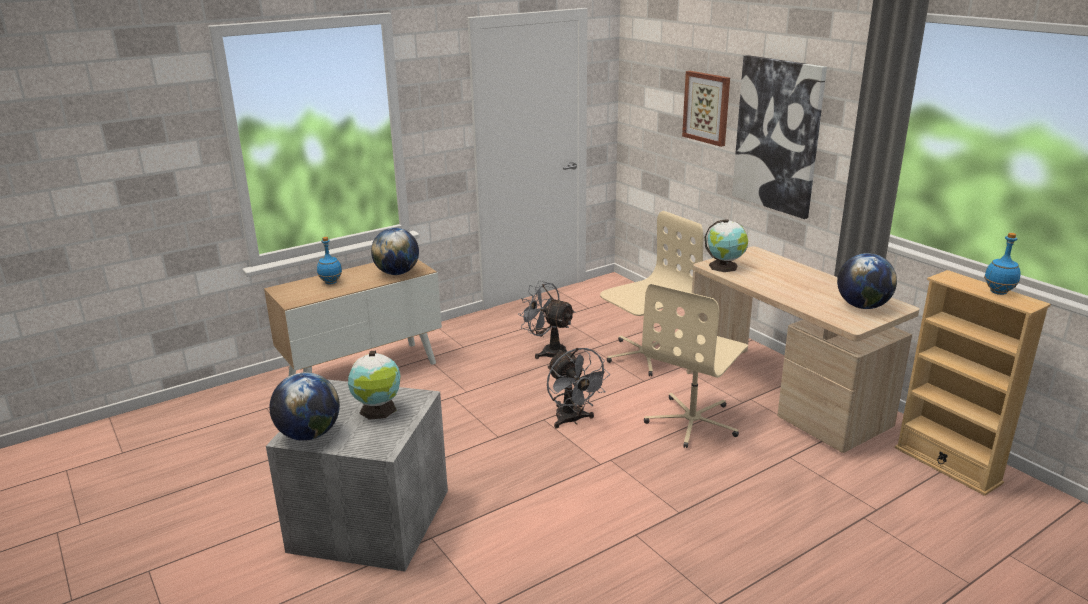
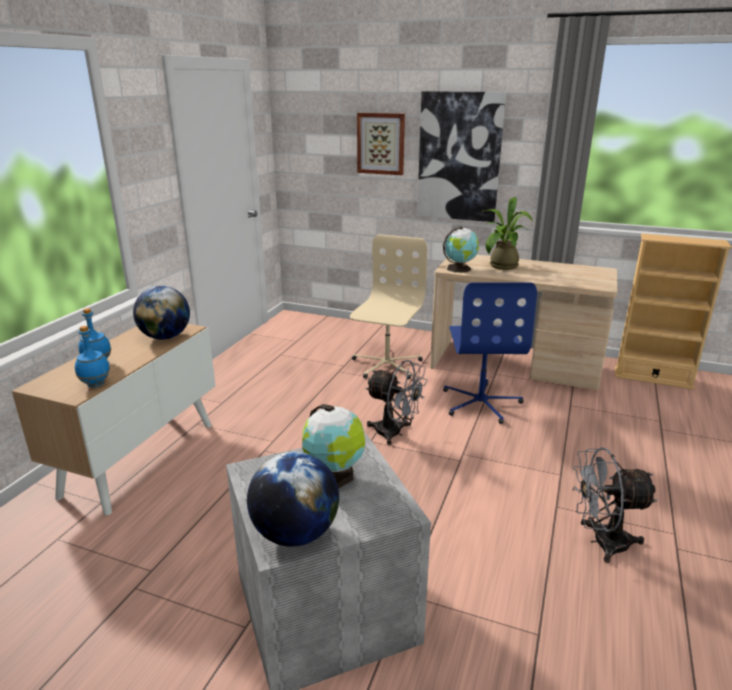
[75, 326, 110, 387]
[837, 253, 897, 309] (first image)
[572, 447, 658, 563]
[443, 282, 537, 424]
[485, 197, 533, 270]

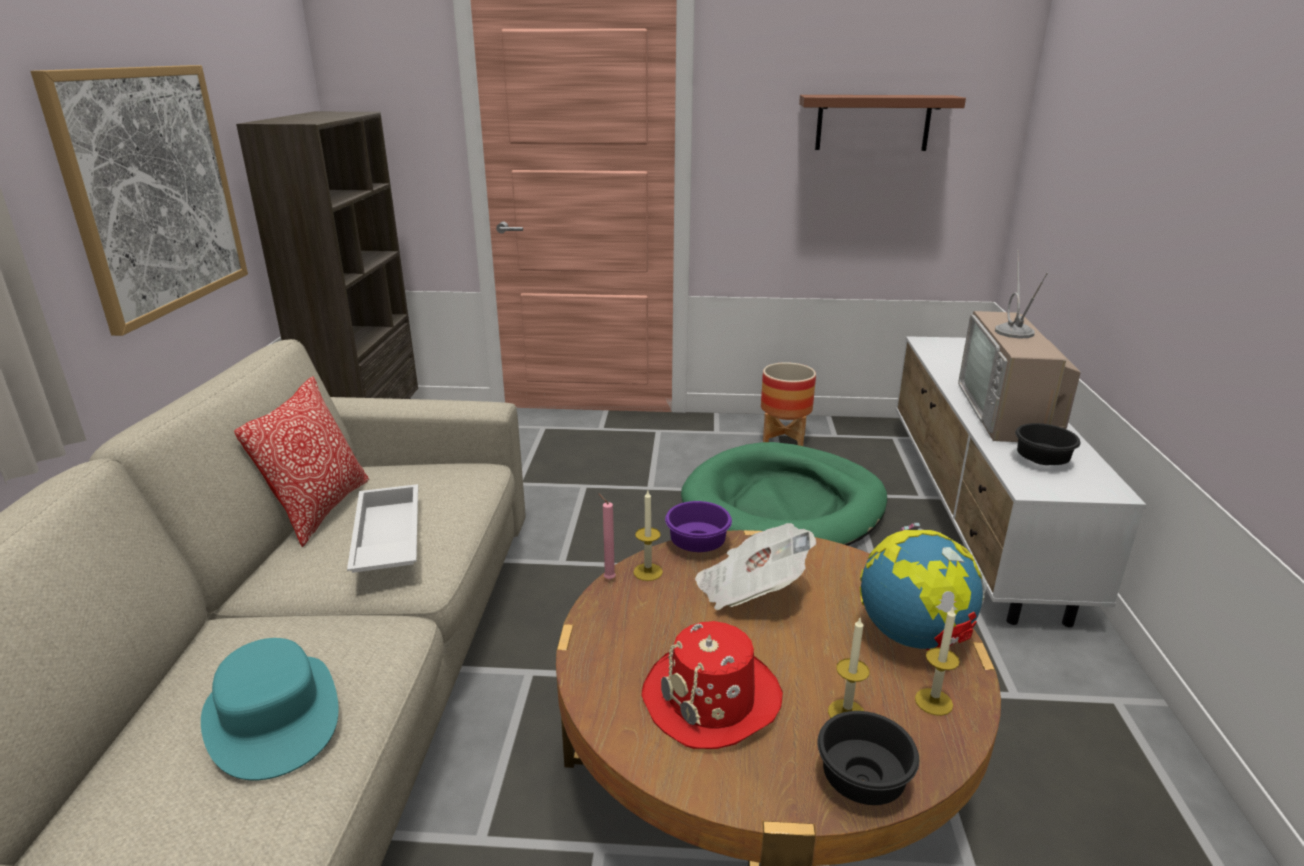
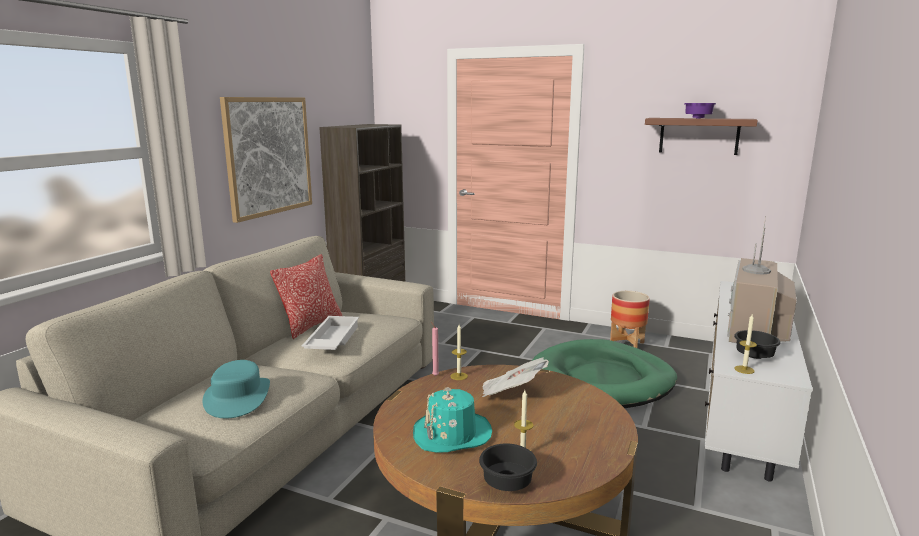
[684, 103, 716, 118]
[860, 523, 987, 650] (first image)
[734, 313, 757, 374]
[413, 387, 492, 453]

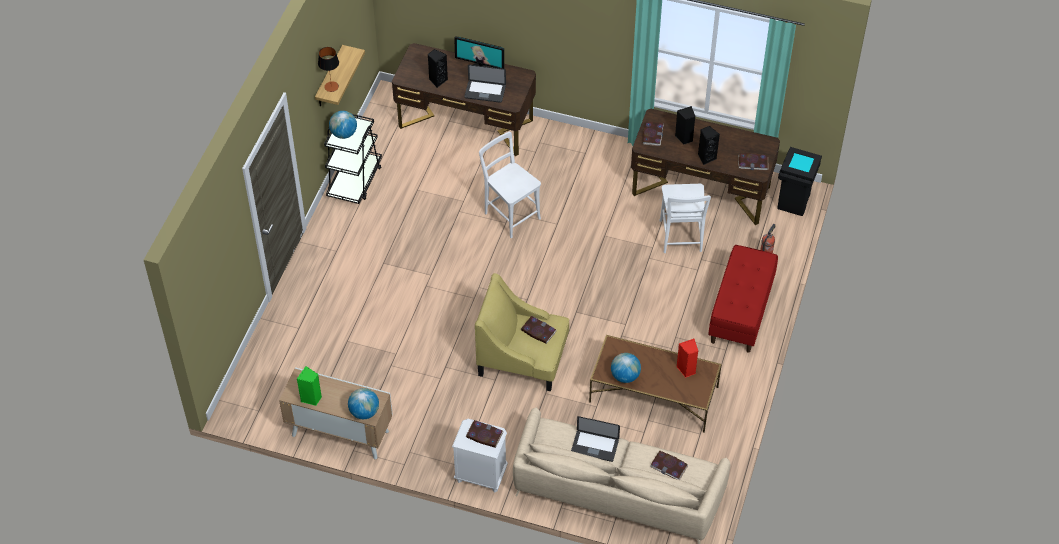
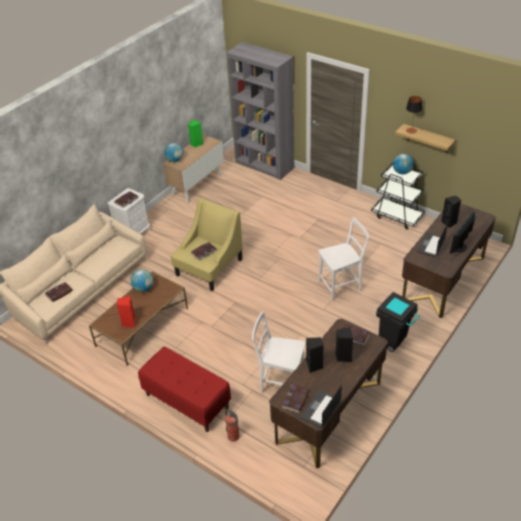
[376, 292, 419, 352]
[301, 384, 342, 428]
[226, 42, 294, 180]

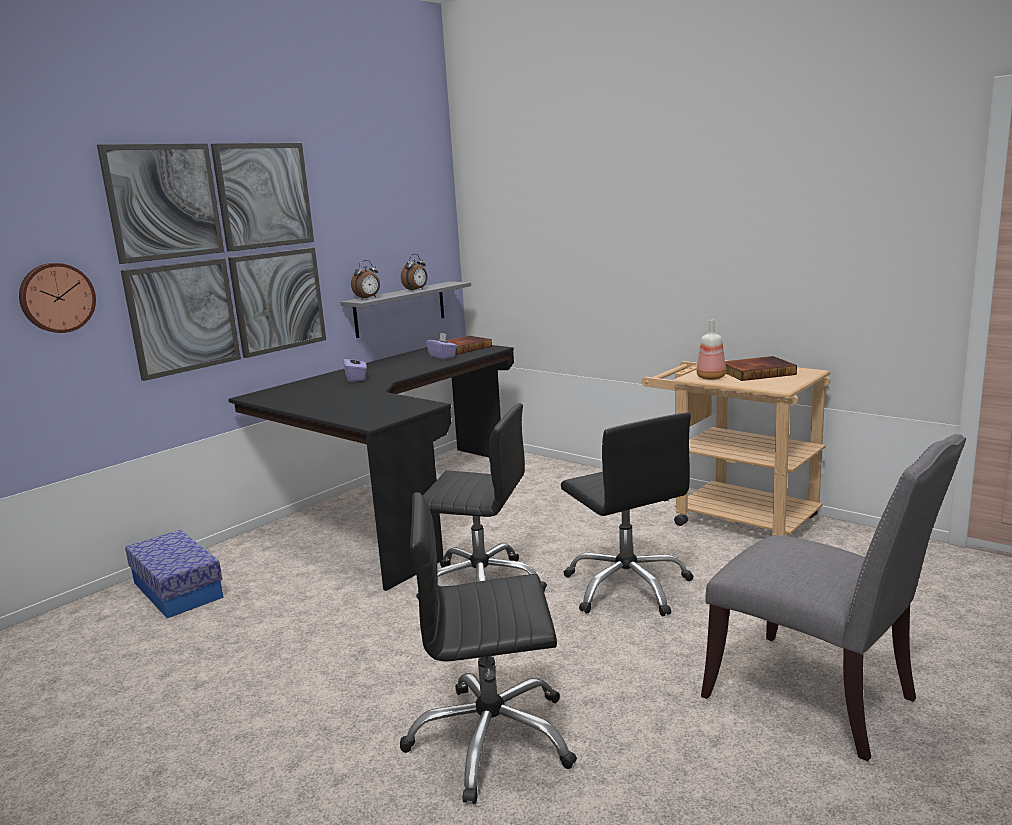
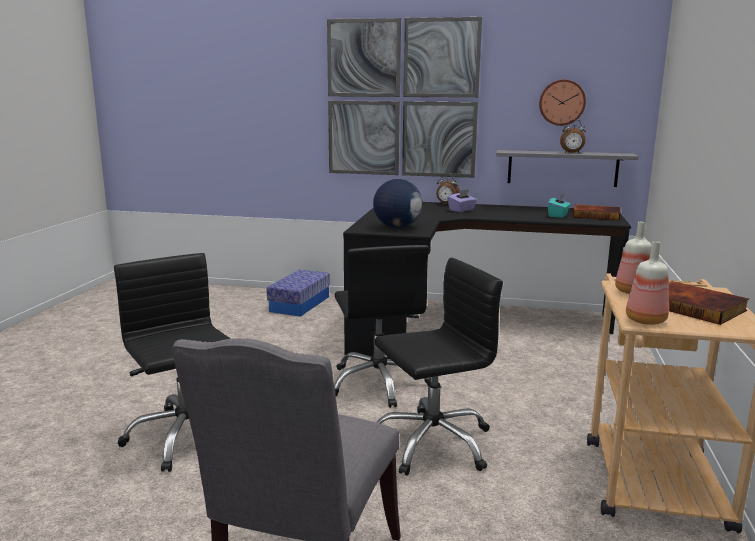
[436, 173, 460, 204]
[539, 79, 586, 126]
[548, 194, 570, 218]
[375, 258, 503, 476]
[373, 179, 422, 228]
[626, 241, 669, 325]

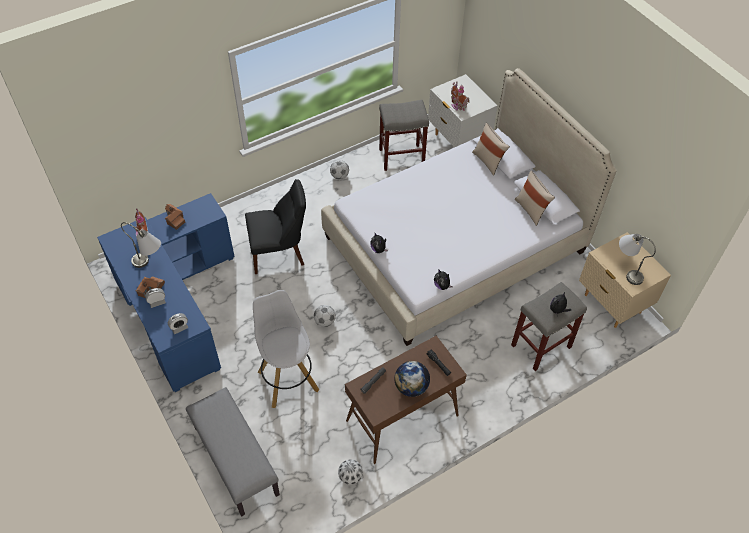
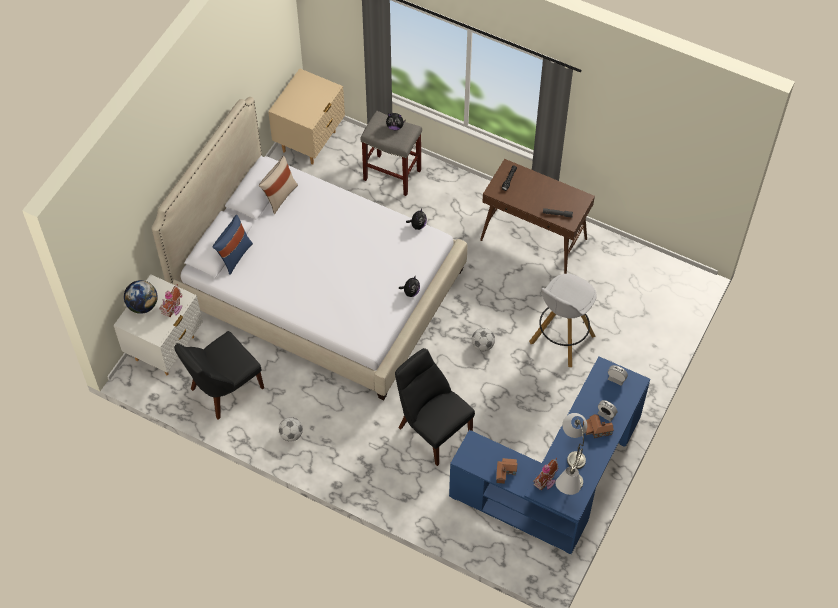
[174, 331, 264, 419]
[213, 215, 253, 275]
[555, 448, 583, 495]
[124, 280, 158, 314]
[186, 387, 280, 517] (first image)
[338, 459, 363, 485] (first image)

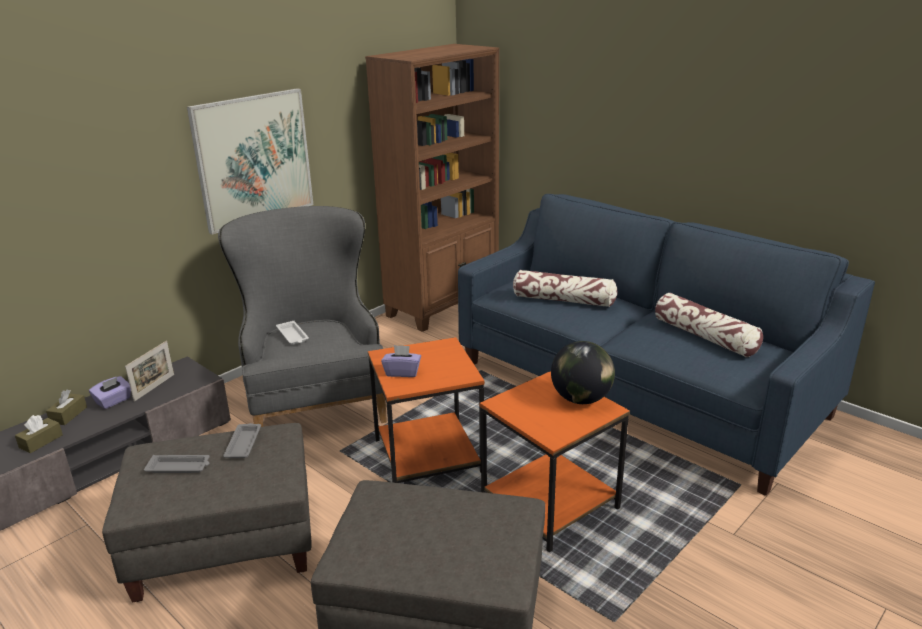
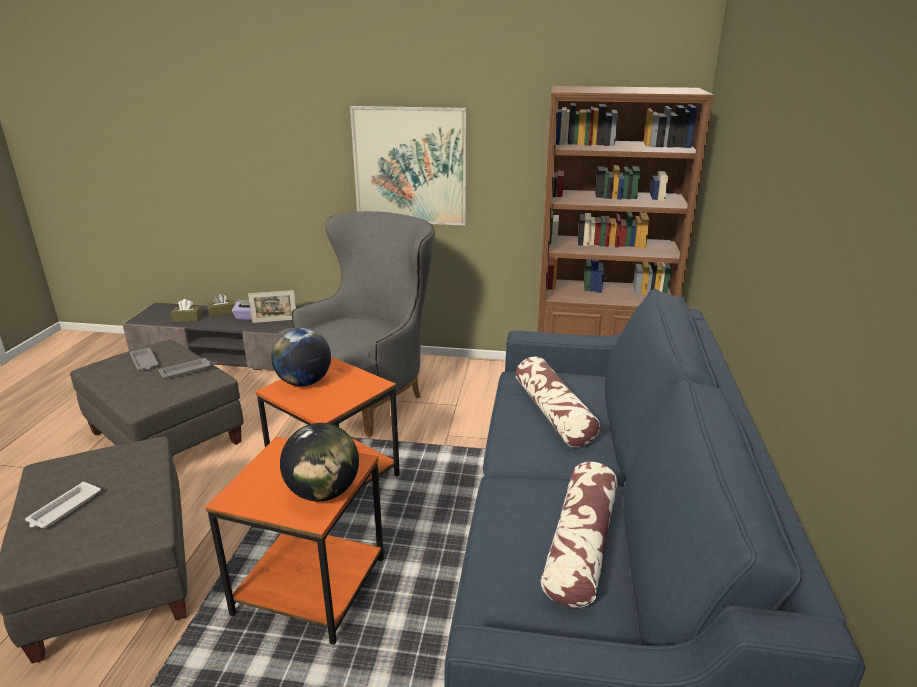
[25, 481, 101, 528]
[271, 328, 331, 386]

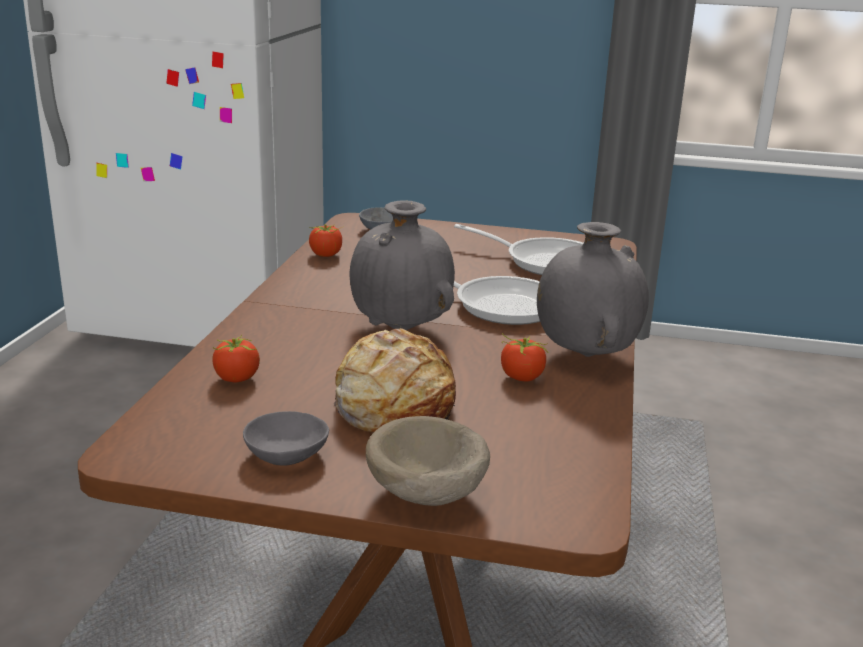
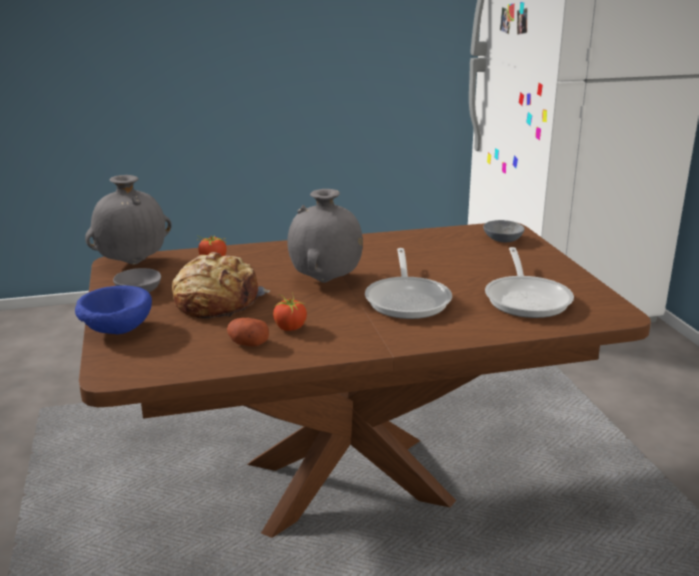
[85, 175, 172, 265]
[309, 224, 344, 257] (first image)
[75, 286, 152, 334]
[227, 318, 269, 346]

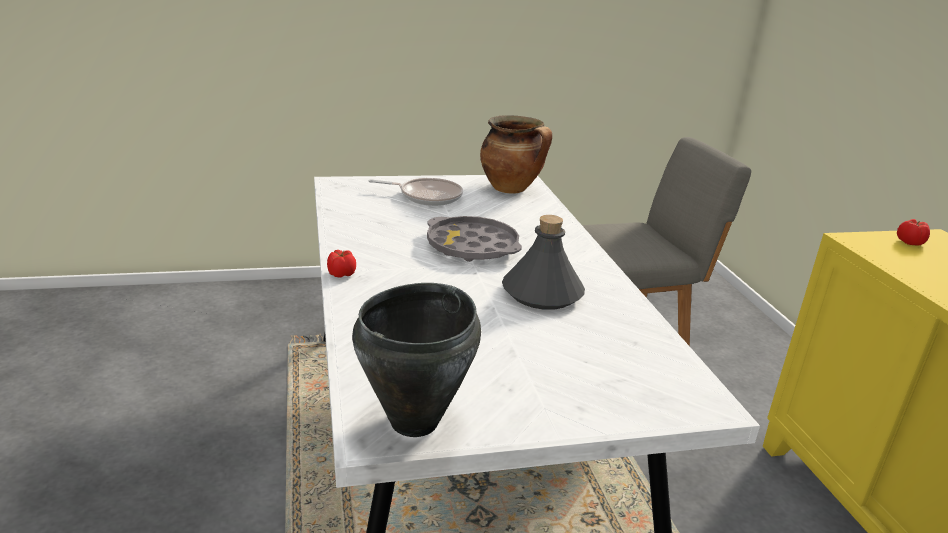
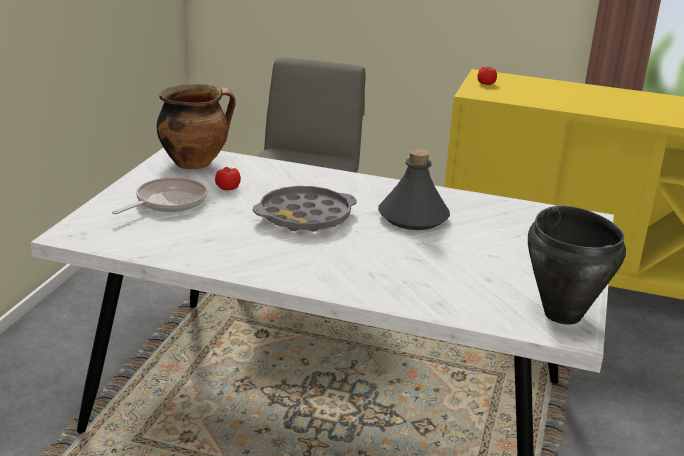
[215, 167, 241, 191]

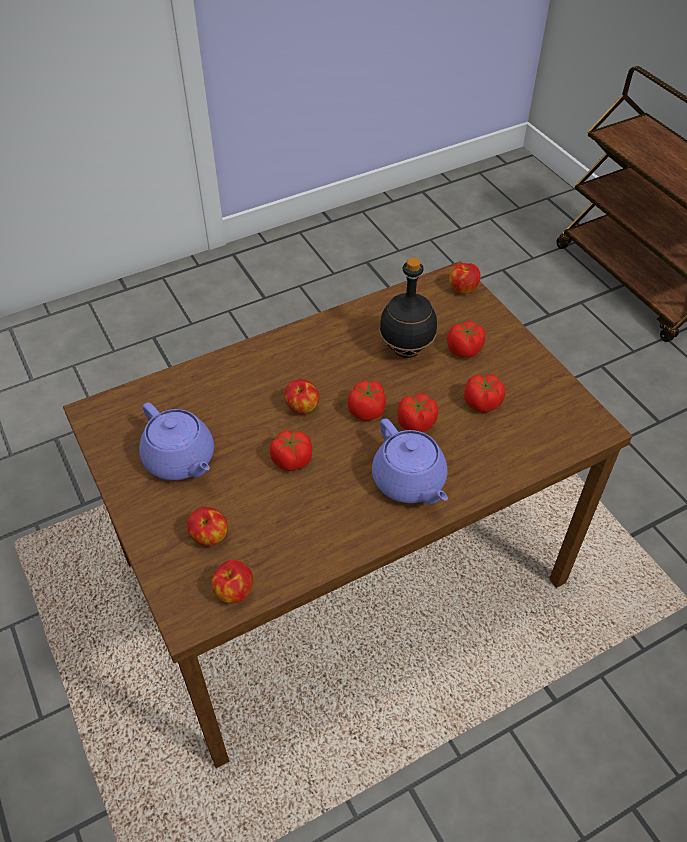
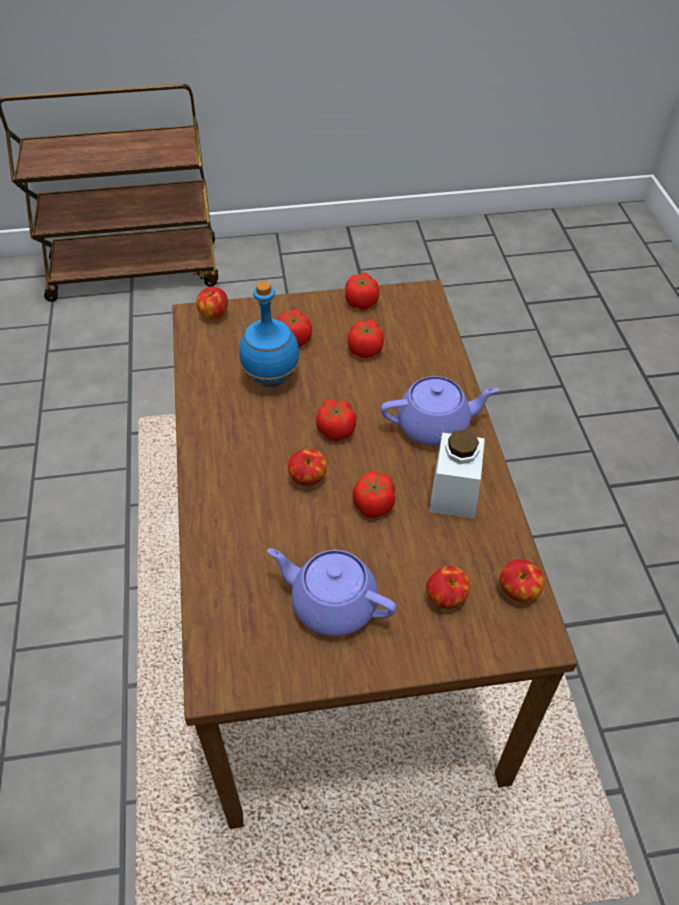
[239, 281, 300, 387]
[345, 272, 379, 309]
[267, 548, 396, 636]
[429, 430, 485, 519]

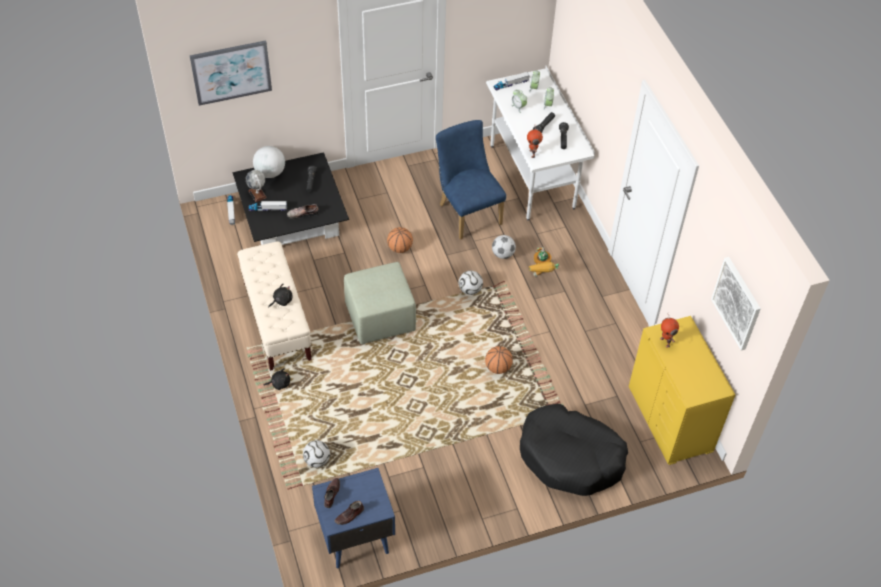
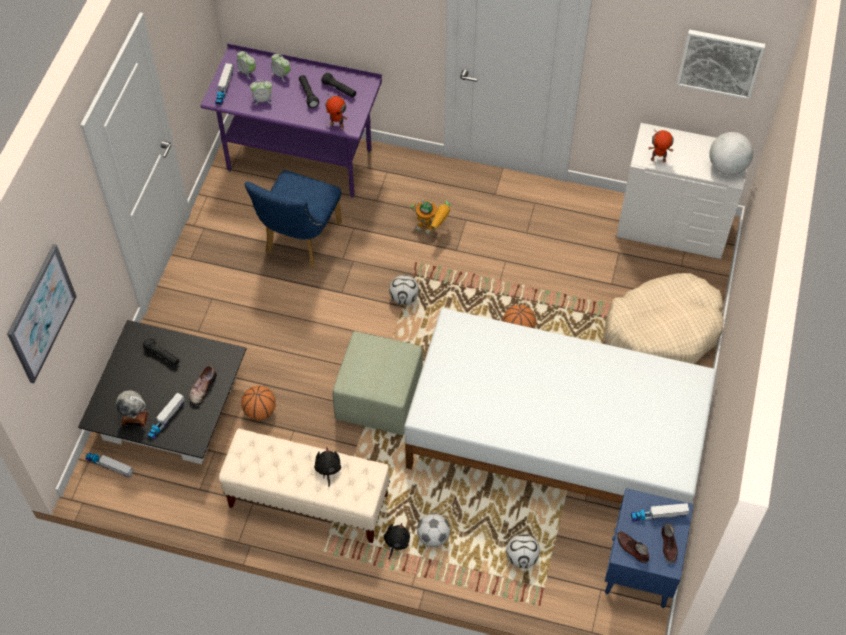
[201, 43, 382, 198]
[245, 170, 342, 268]
[709, 132, 753, 175]
[241, 386, 276, 420]
[417, 513, 450, 547]
[616, 123, 747, 259]
[603, 273, 724, 364]
[404, 308, 717, 504]
[631, 503, 689, 521]

